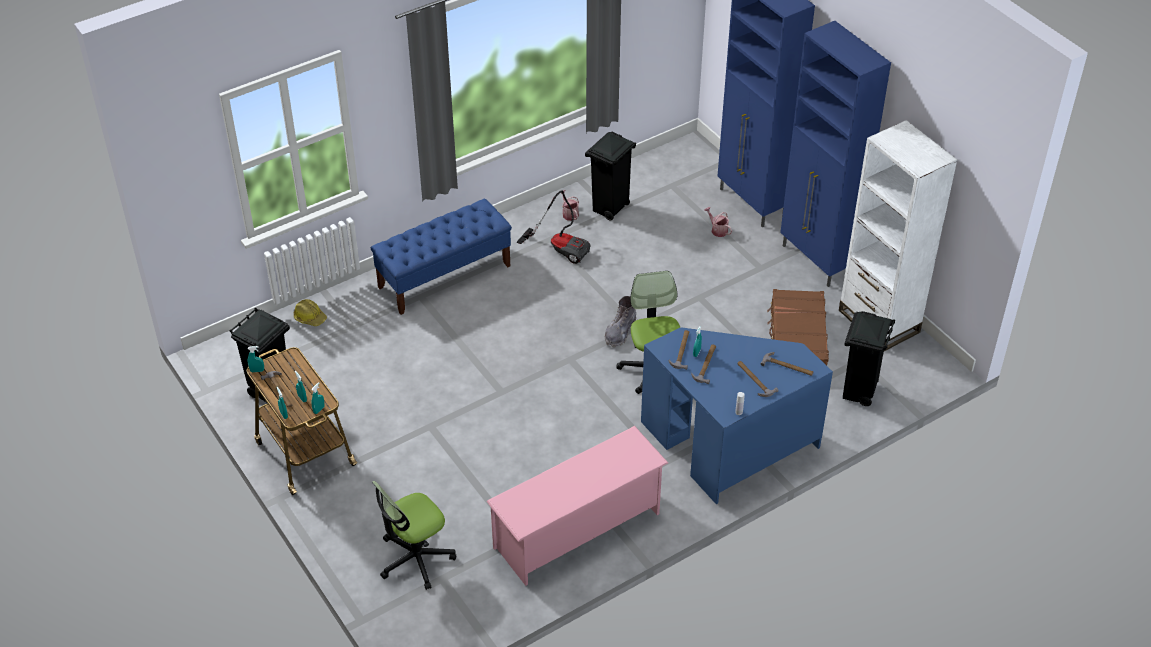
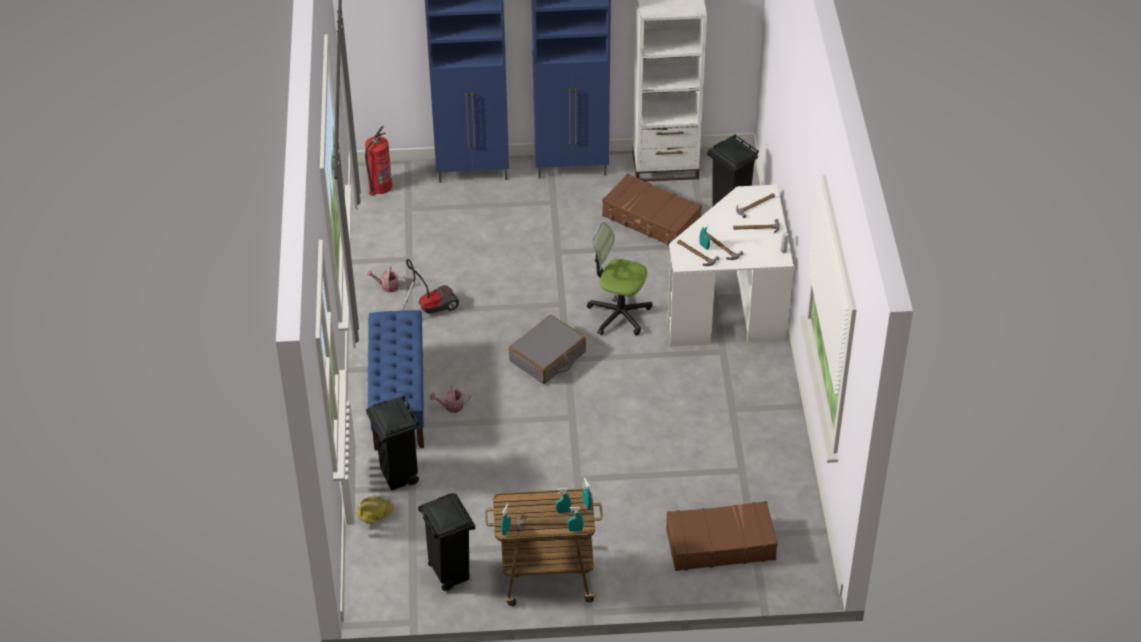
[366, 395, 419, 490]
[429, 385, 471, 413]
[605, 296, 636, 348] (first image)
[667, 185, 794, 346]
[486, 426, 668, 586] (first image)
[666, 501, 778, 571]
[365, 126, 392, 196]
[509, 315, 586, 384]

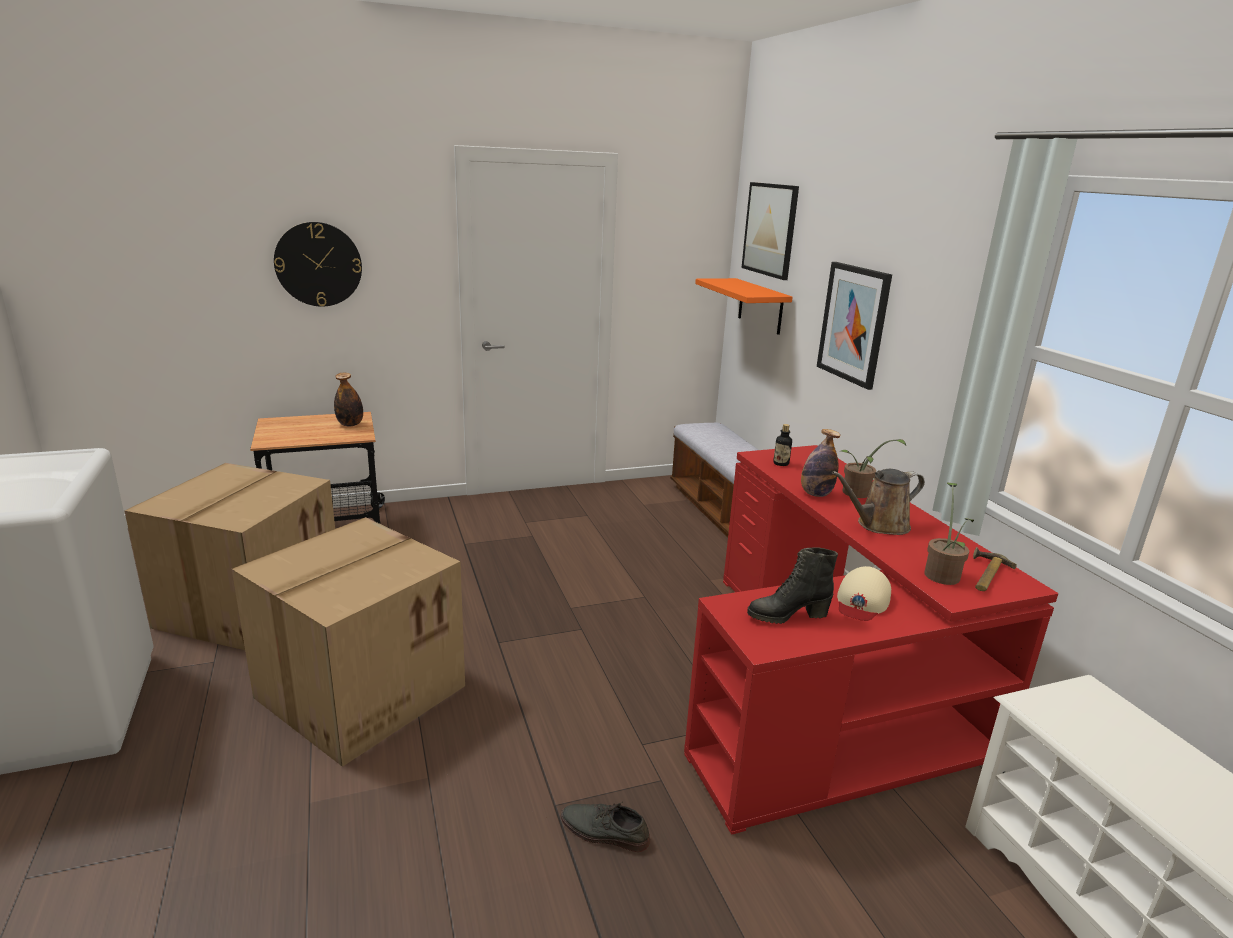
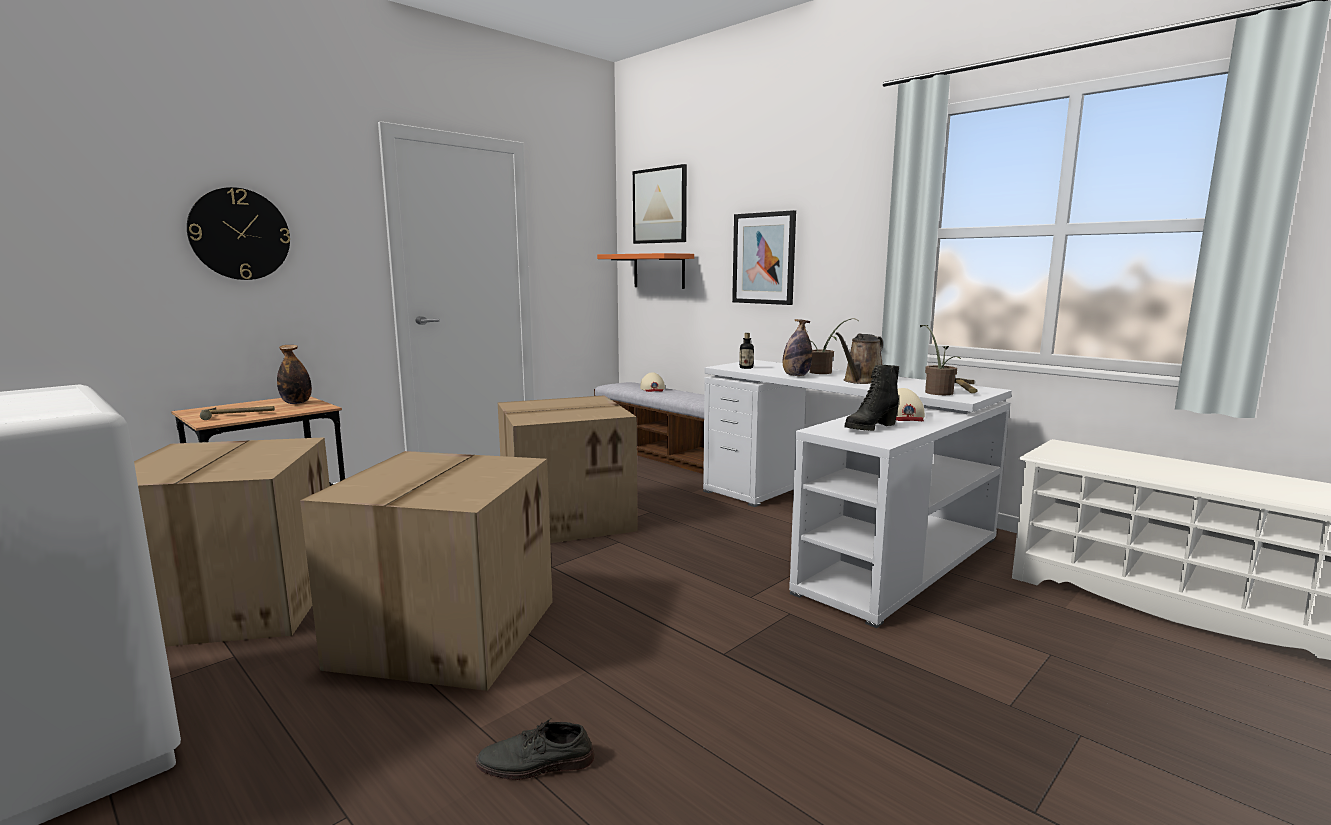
[703, 360, 1012, 628]
[475, 718, 594, 780]
[640, 372, 665, 392]
[498, 396, 638, 543]
[200, 406, 275, 420]

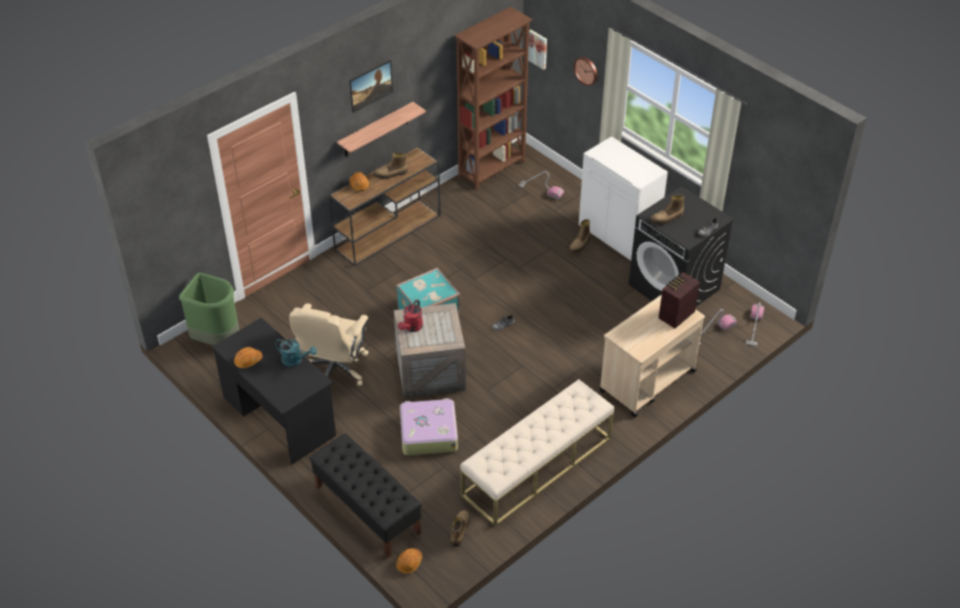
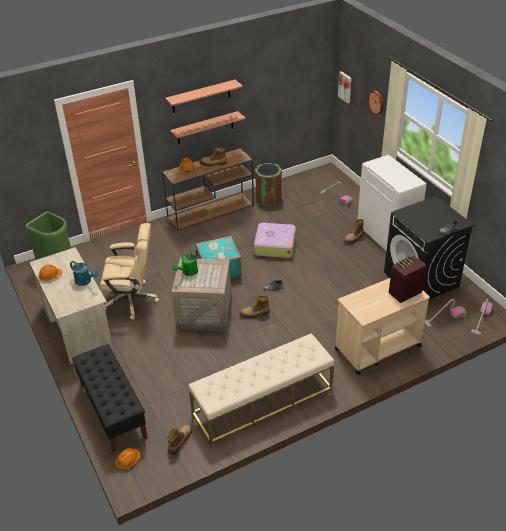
[454, 7, 533, 190] (first image)
[165, 80, 243, 113]
[239, 296, 270, 318]
[173, 250, 198, 276]
[100, 223, 159, 320]
[29, 247, 113, 365]
[254, 222, 296, 258]
[255, 163, 282, 205]

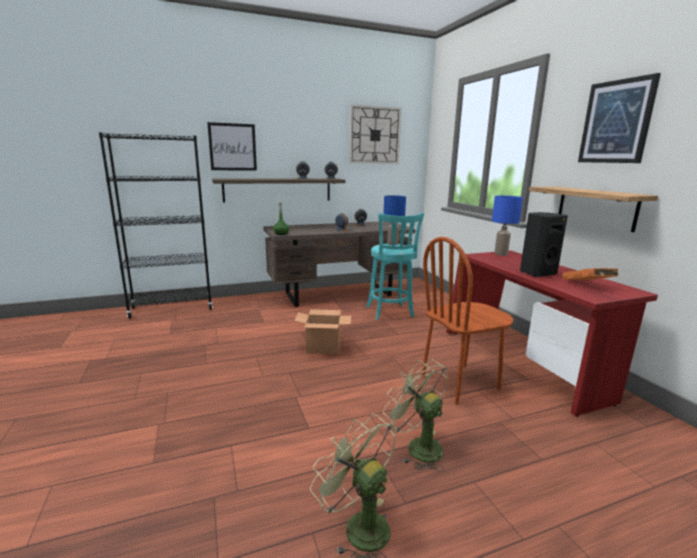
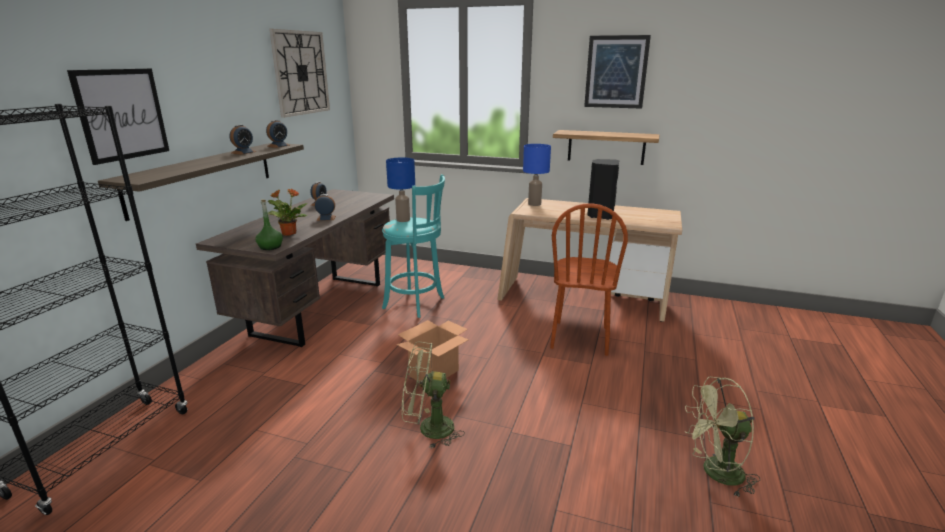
[497, 198, 682, 322]
[563, 268, 618, 280] (first image)
[402, 341, 465, 449]
[268, 189, 307, 236]

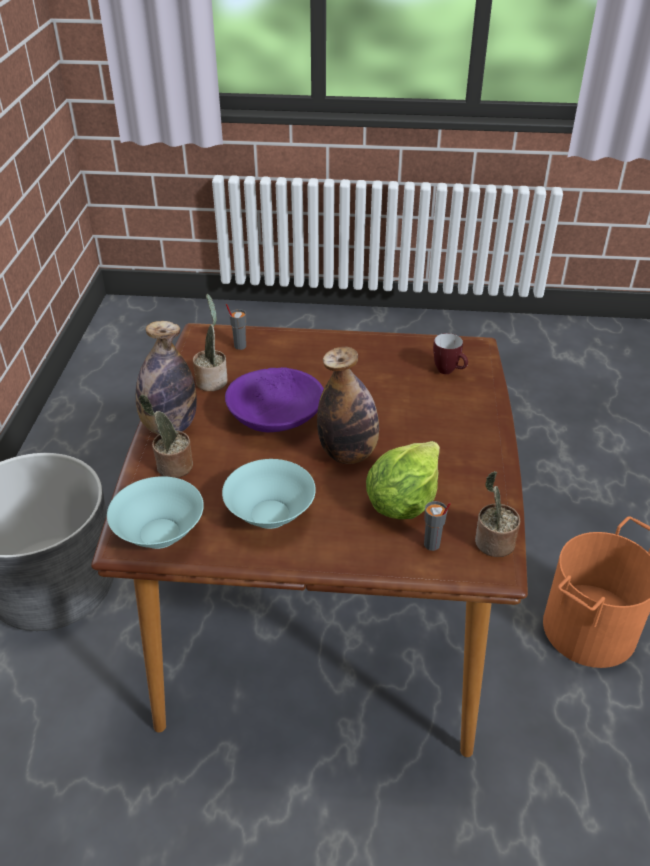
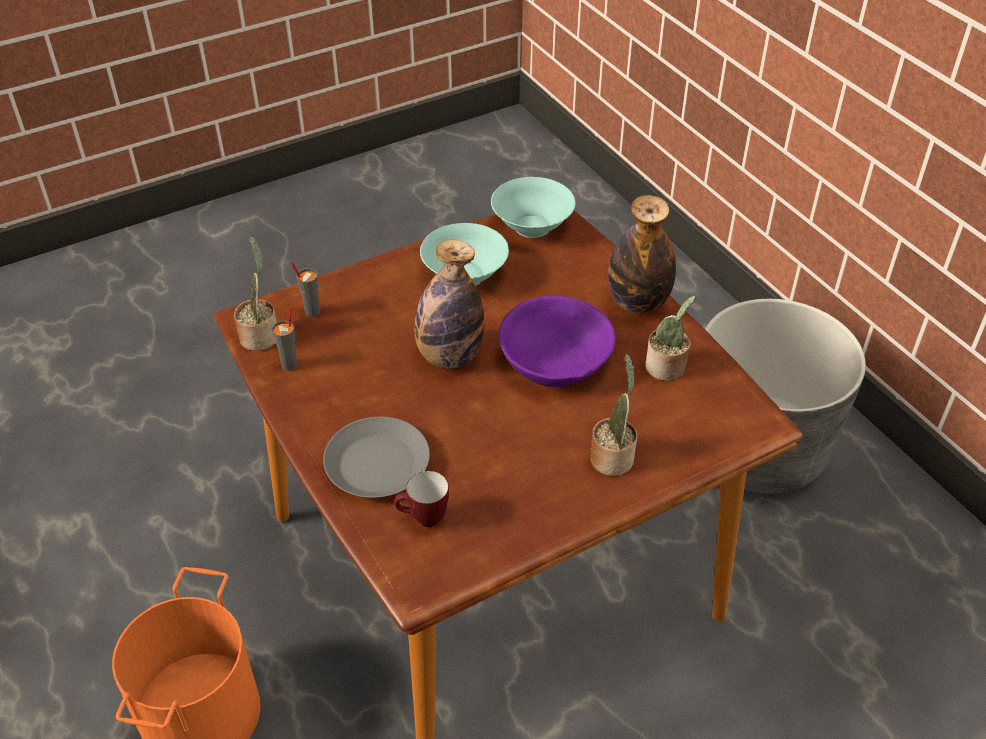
[272, 308, 297, 371]
[590, 354, 637, 476]
[366, 441, 440, 519] (first image)
[323, 417, 430, 498]

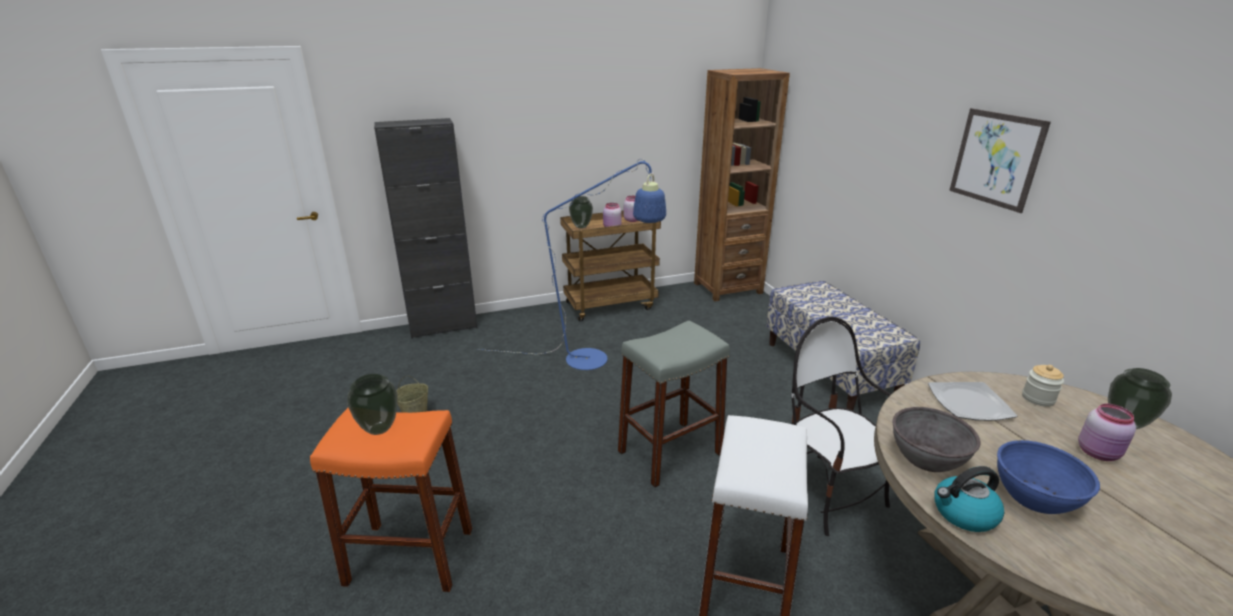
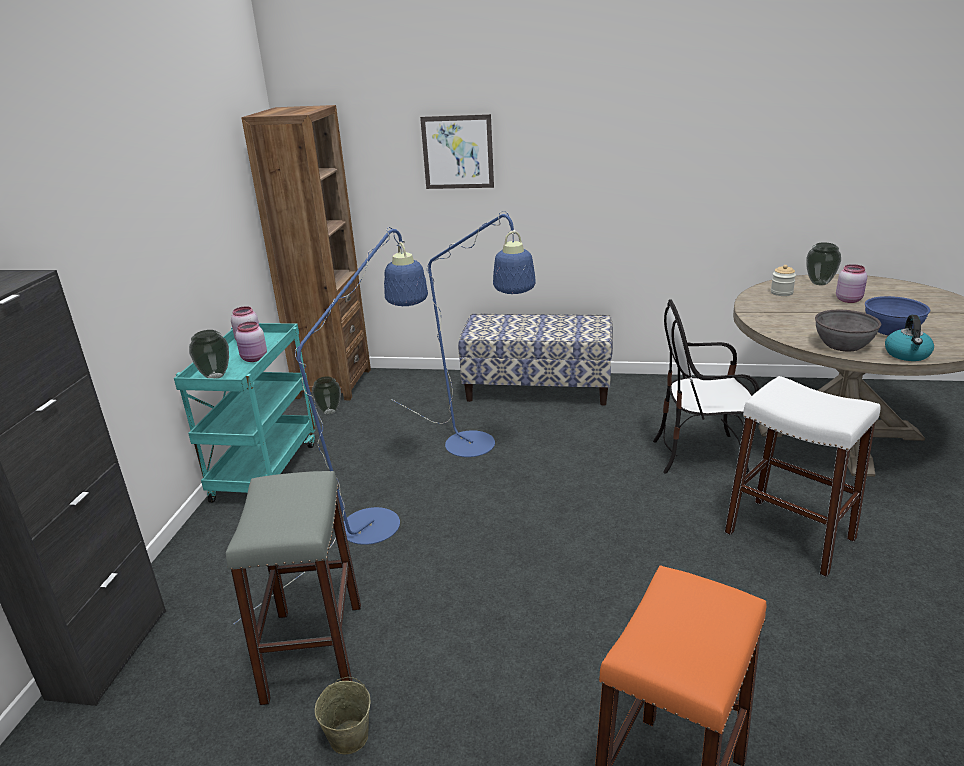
[420, 114, 494, 189]
[174, 323, 315, 503]
[226, 471, 361, 705]
[312, 377, 341, 415]
[928, 382, 1017, 421] (first image)
[391, 211, 536, 457]

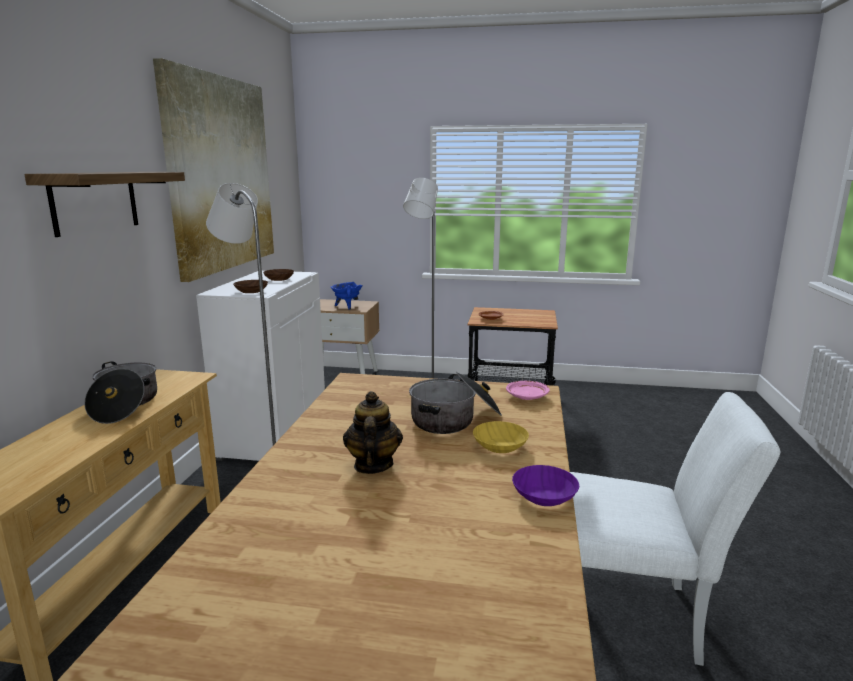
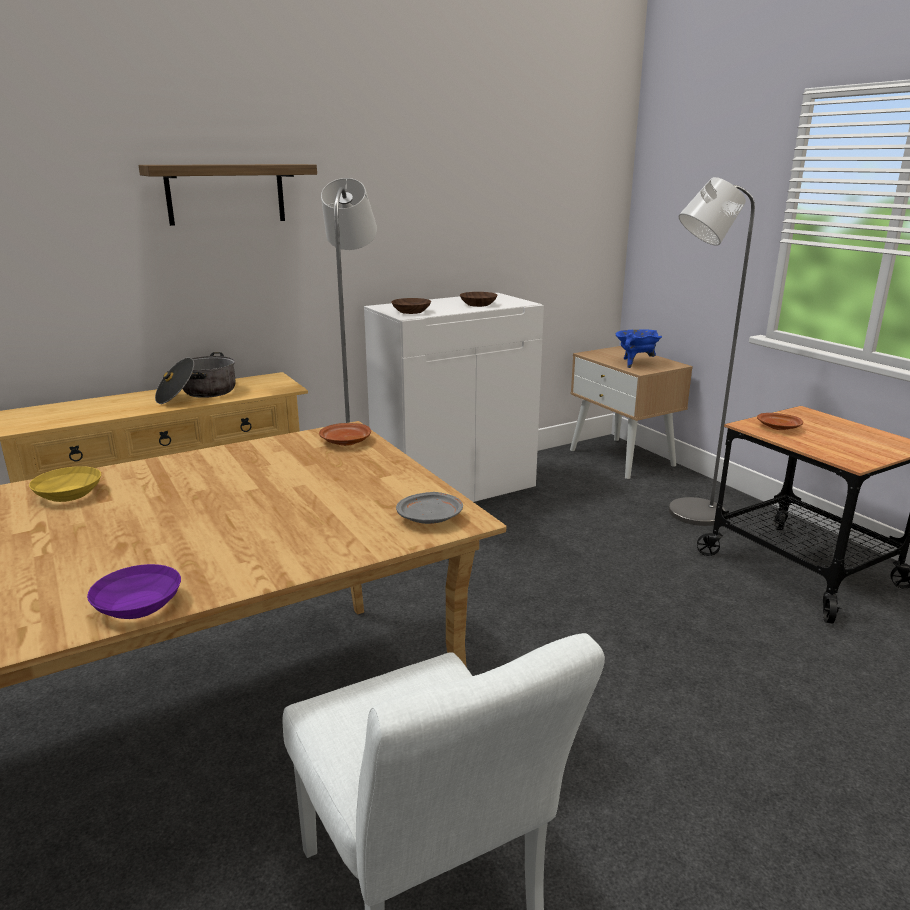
[153, 58, 274, 282] (first image)
[409, 372, 502, 434] (first image)
[396, 492, 463, 524]
[343, 391, 403, 474] (first image)
[29, 466, 102, 502]
[319, 423, 371, 446]

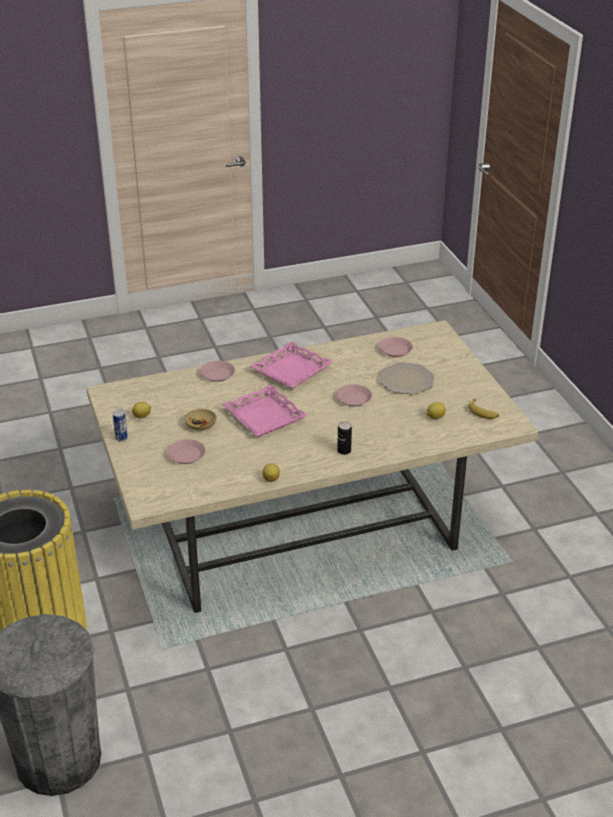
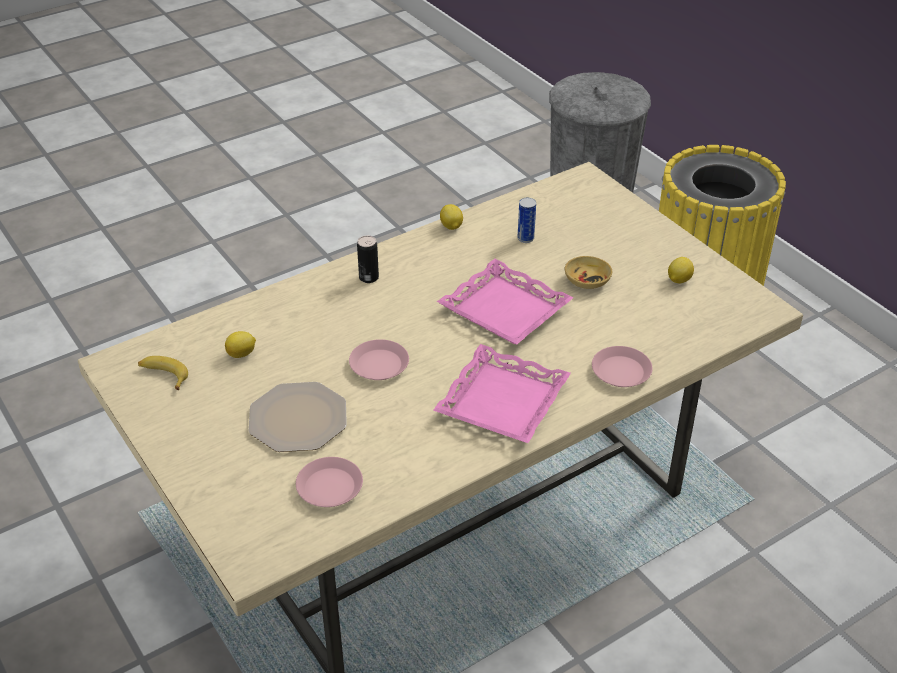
[518, 198, 536, 243]
[167, 439, 206, 464] (first image)

